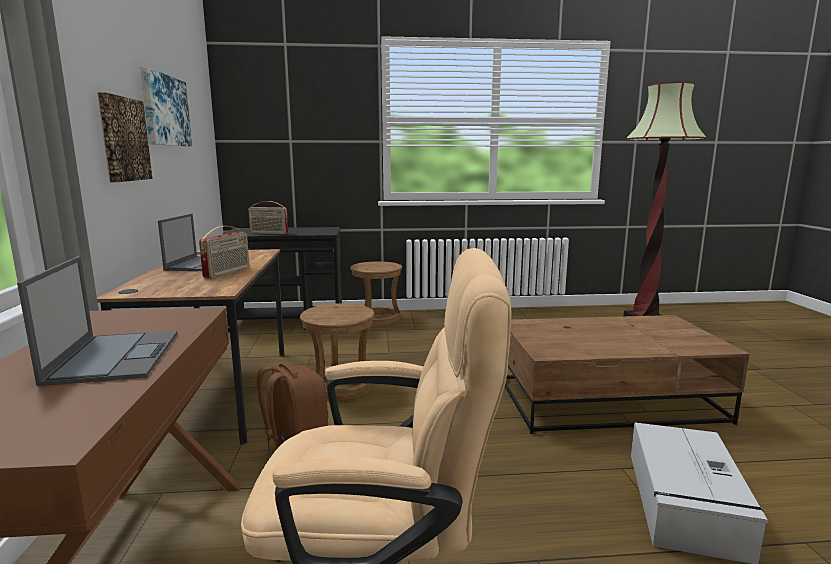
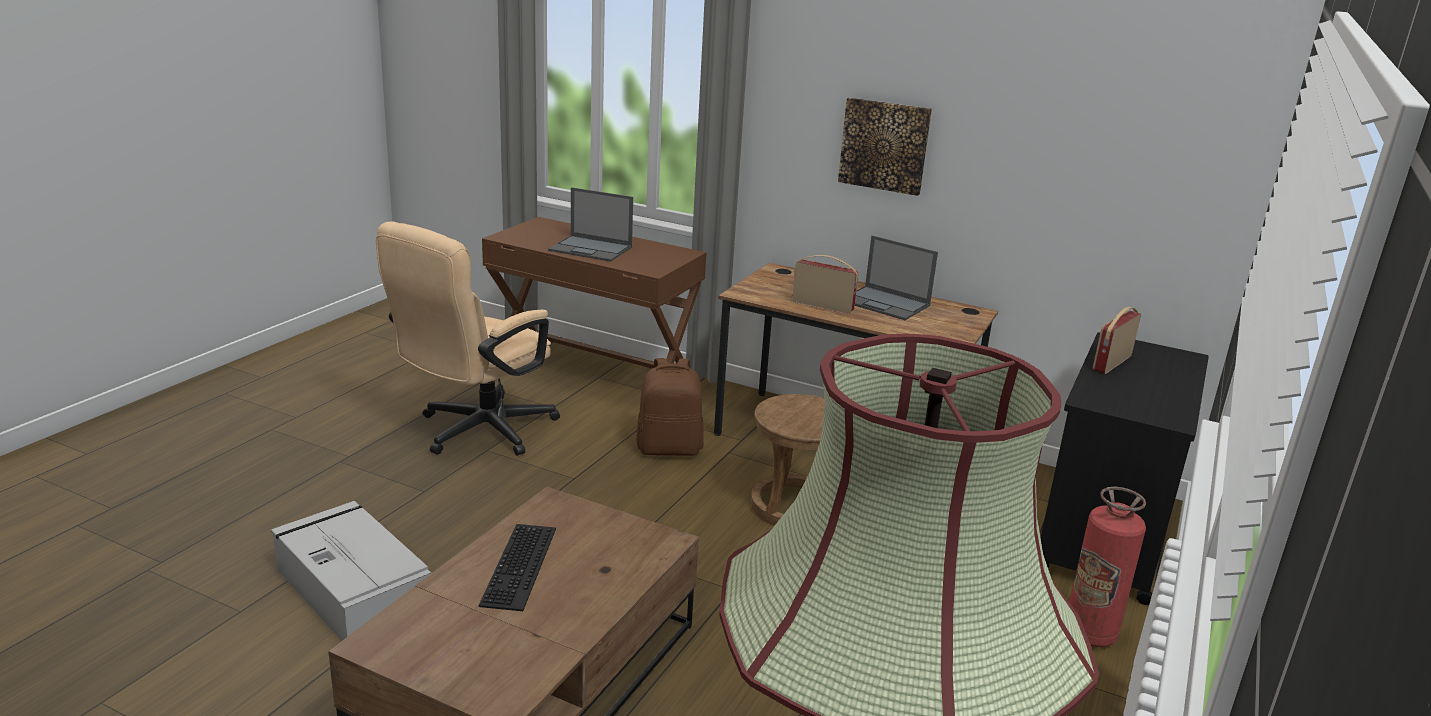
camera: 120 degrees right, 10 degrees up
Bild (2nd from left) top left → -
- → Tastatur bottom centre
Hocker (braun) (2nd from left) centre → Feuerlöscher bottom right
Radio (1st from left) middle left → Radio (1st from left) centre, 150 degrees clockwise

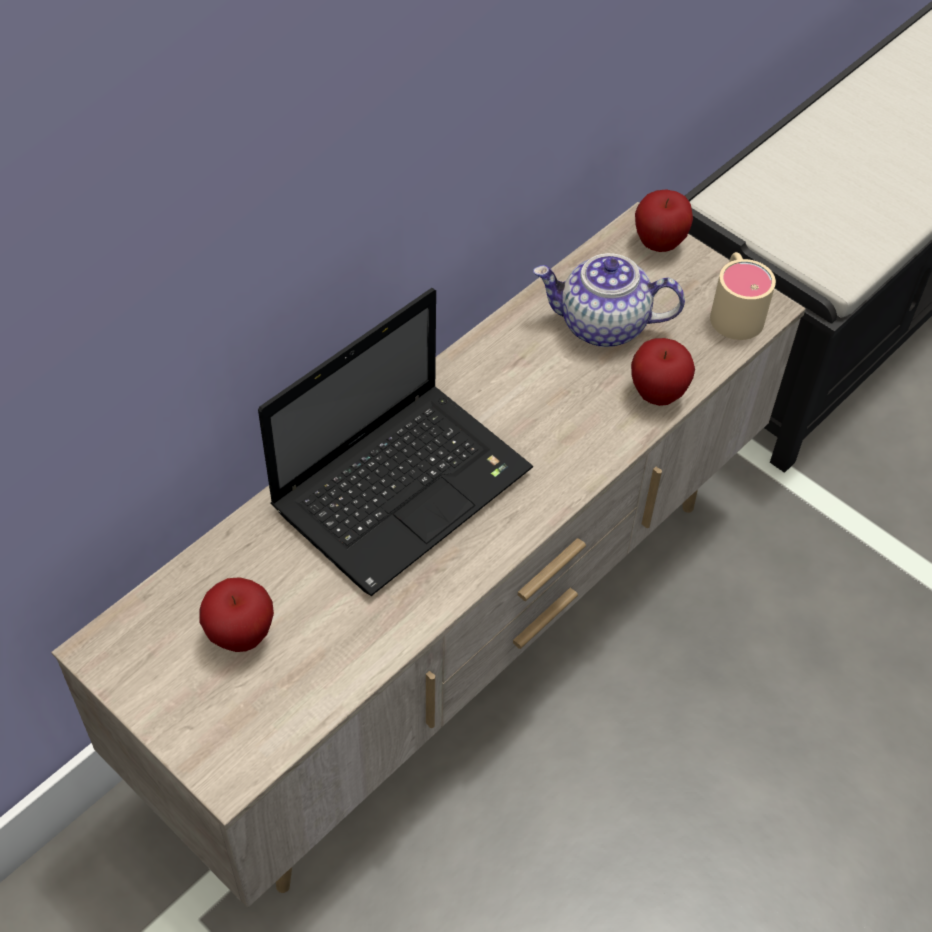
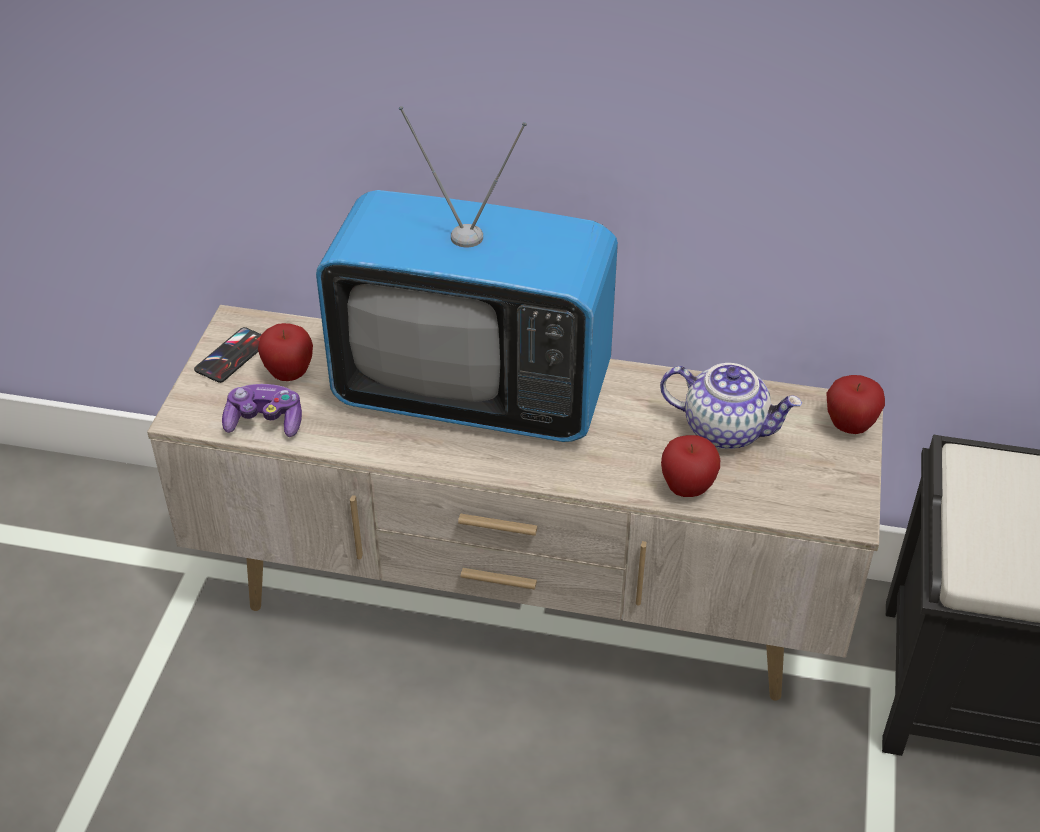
camera: 60 degrees right, 10 degrees down
Henkelbecher (beige) top right → -
- → Handy middle left
- → Gamepad middle left
Laptop centre → Fernseher top centre
Teekanne top centre → Teekanne middle right, 135 degrees clockwise

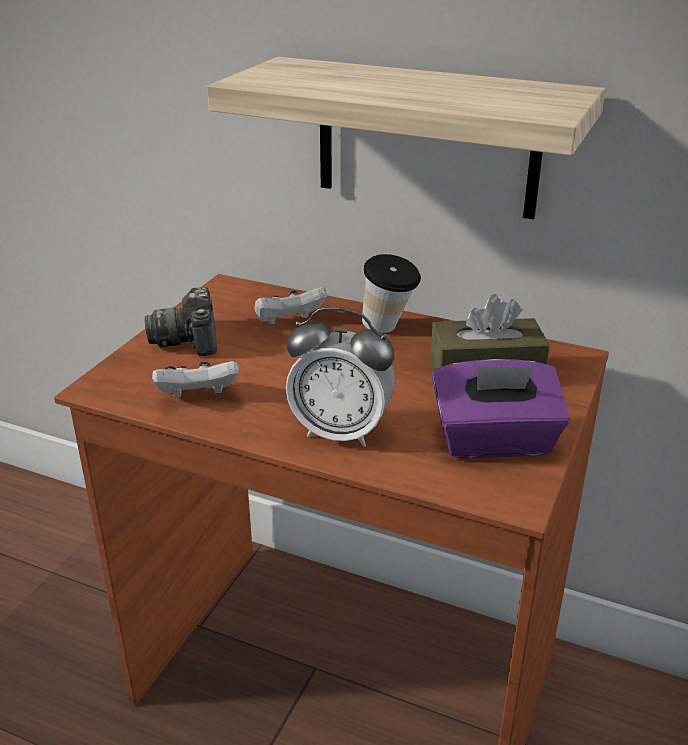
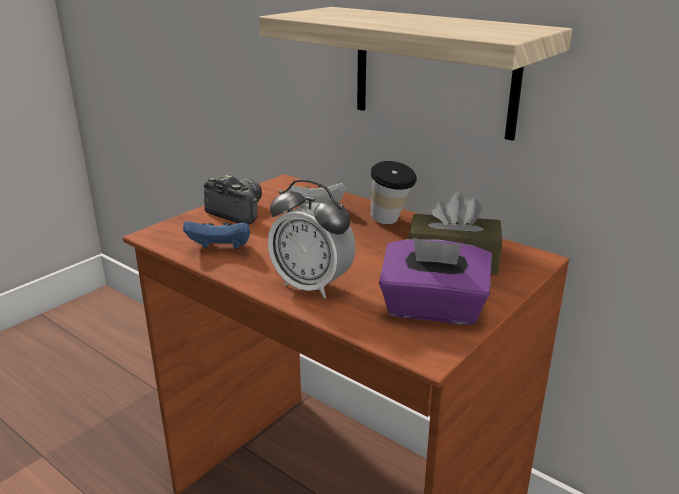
camera: 15 degrees right, 5 degrees down
Gamepad (weiß) (1st from left) middle left → Gamepad (blau) middle left
Kamera middle left → Kamera centre, 120 degrees clockwise

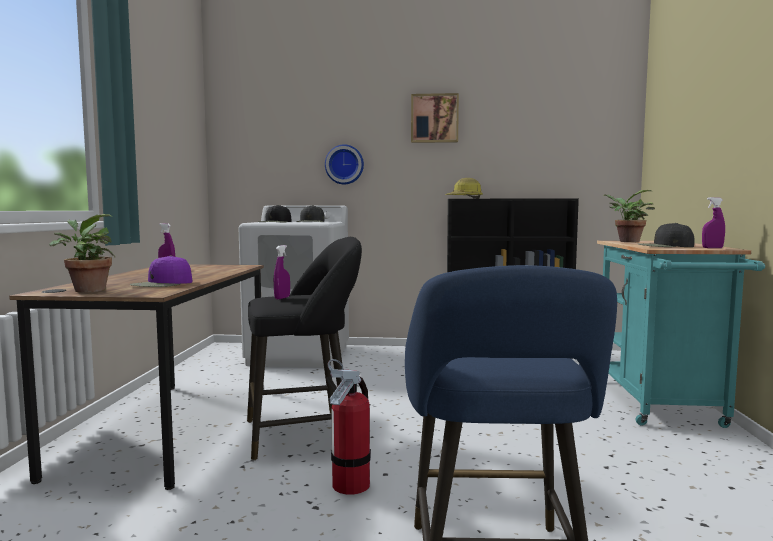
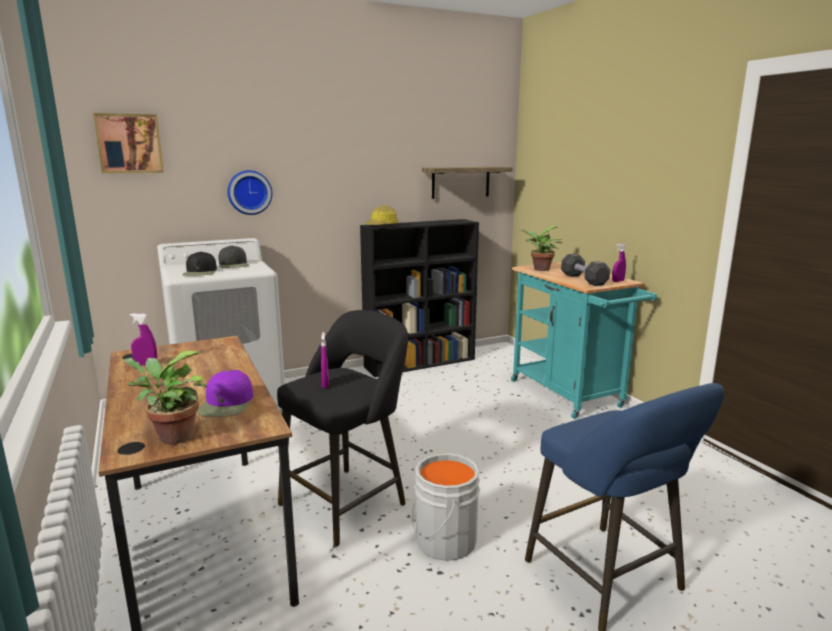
camera: 30 degrees left, 10 degrees up
- → Wandregal top centre
Bild top centre → Bild top left, move
Feuerlöscher bottom centre → Eimer (grau) bottom centre
Kappe (schwarz) (3rd from left) middle right → Hantel (schwarz) middle right

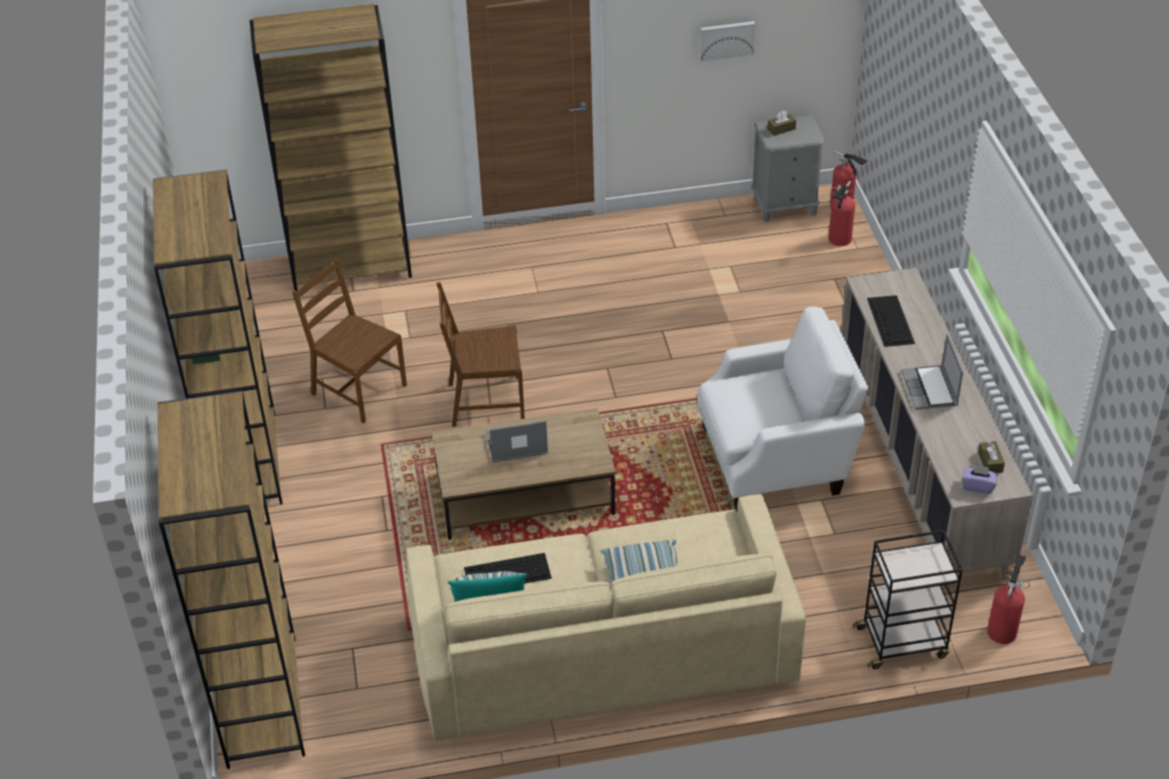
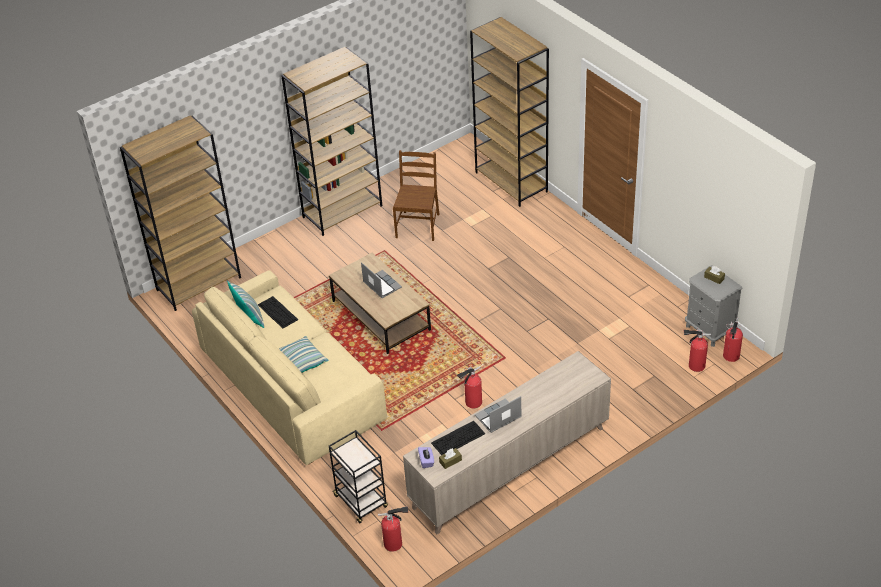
camera: 65 degrees right, 0 degrees up
Stuhl (braun) (2nd from left) centre → -
Bild top centre → -
Tastatur (2nd from left) middle right → Tastatur (2nd from left) bottom centre, move
Sessel (weiß) middle right → Feuerlöscher (2nd from left) centre

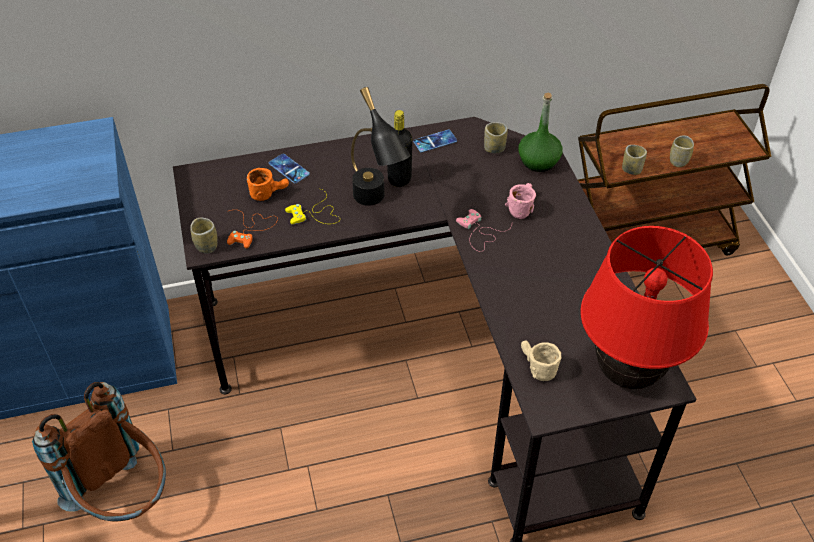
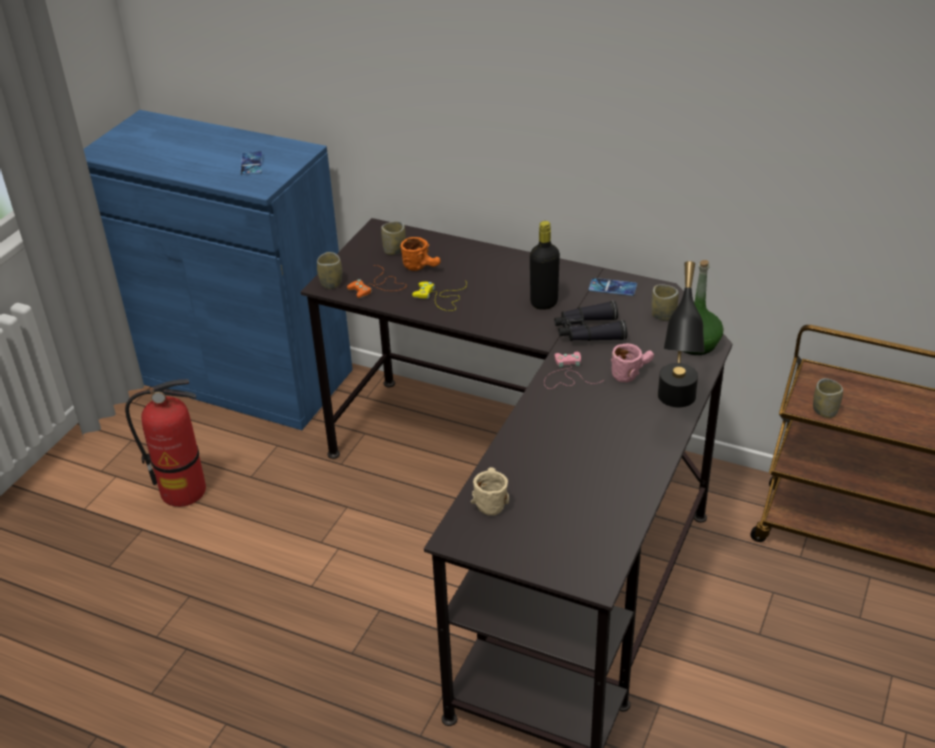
camera: 40 degrees right, 10 degrees down
Tischlampe (rot) middle right → -
- → Fernglas (schwarz) centre
Handy (1st from left) top centre → Handy (1st from left) top left, move
Tischlampe (schwarz) top centre → Tischlampe (schwarz) middle right, move
Tasse (4th from left in the first image) top right → Tasse (2nd from left) top centre, move
Rucksack (braun) bottom left → Feuerlöscher middle left

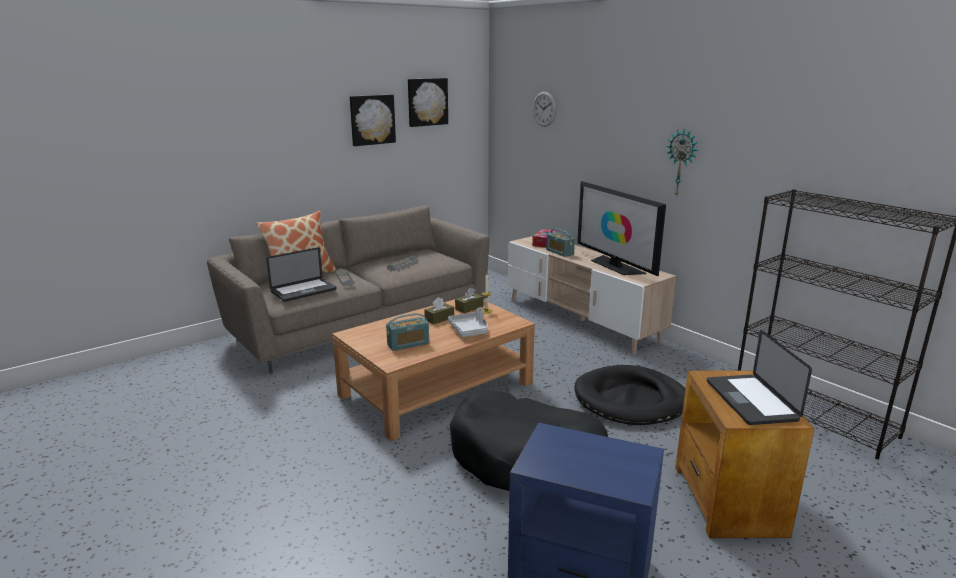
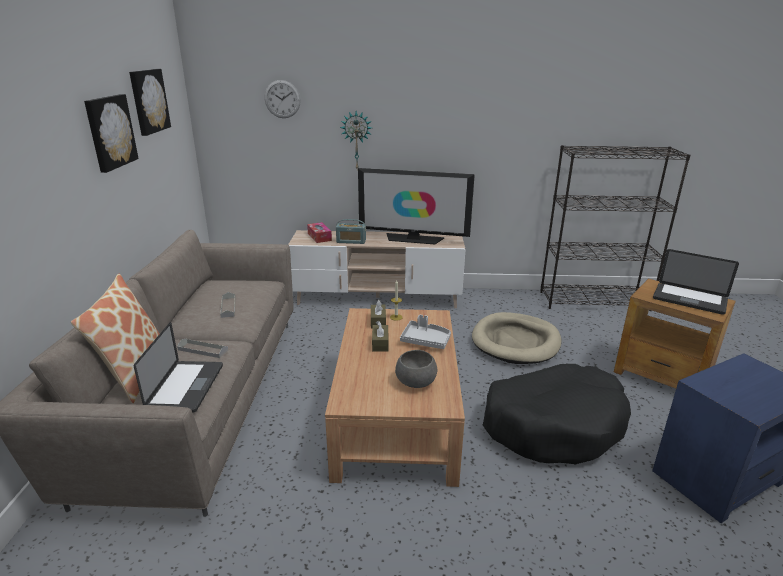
camera: 50 degrees left, 5 degrees up
Wanduhr (2nd from left) top right → Wanduhr (2nd from left) top centre, move
Radio (1st from left) centre → Schüssel (grau) centre
Hundebett (schwarz) (2nd from left) bottom centre → Hundebett (beige) centre

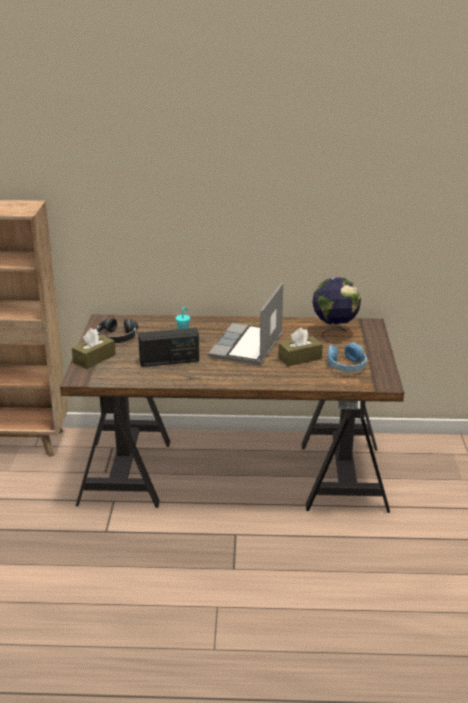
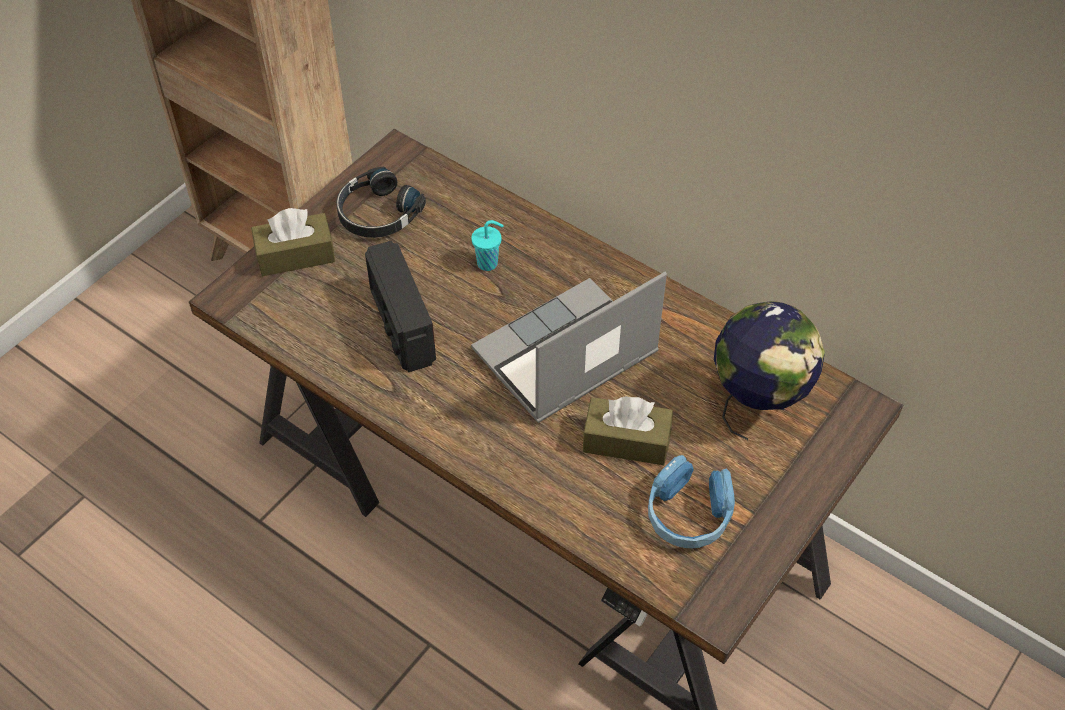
camera: 35 degrees right, 25 degrees up
Radio centre, 45 degrees clockwise

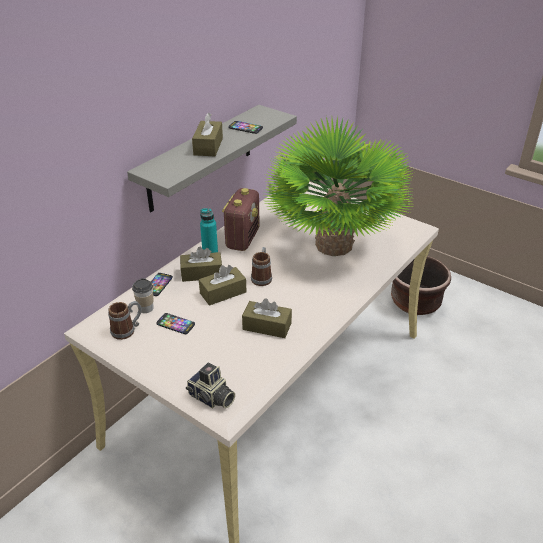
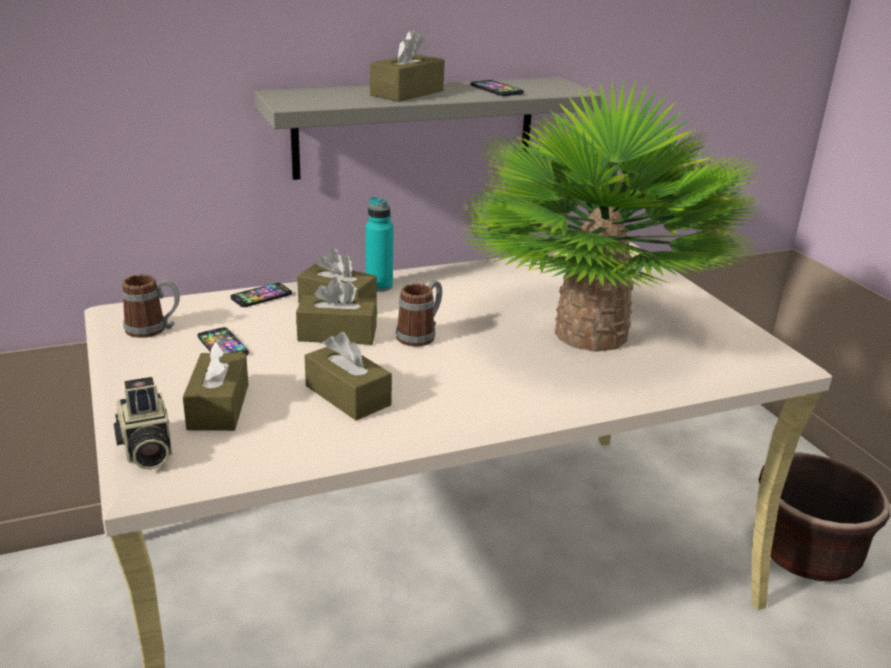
camera: 30 degrees right, 10 degrees down
Tasse middle left → -
Radio centre → -
- → Taschentuchbox (braun) (1st from left) middle left

